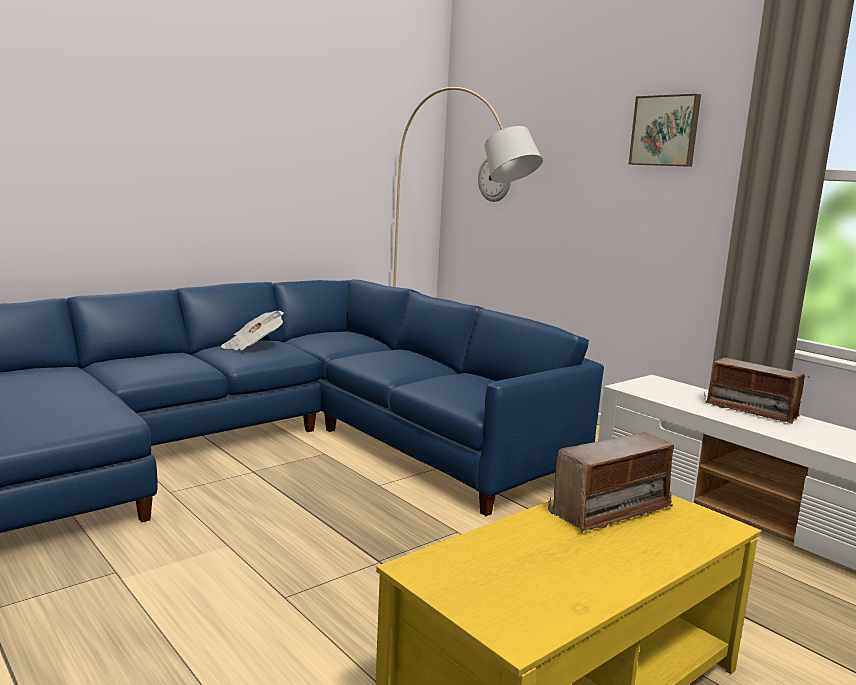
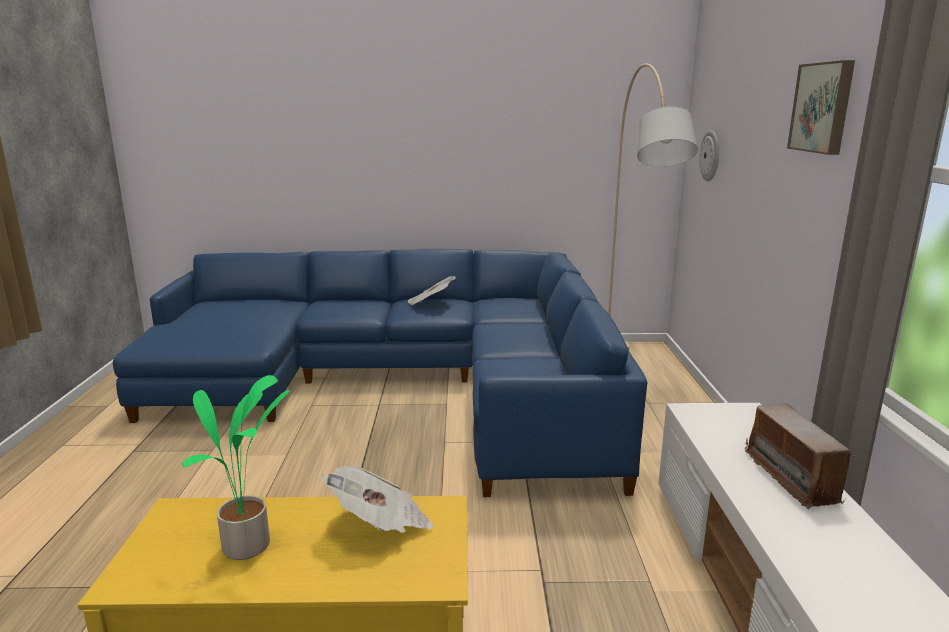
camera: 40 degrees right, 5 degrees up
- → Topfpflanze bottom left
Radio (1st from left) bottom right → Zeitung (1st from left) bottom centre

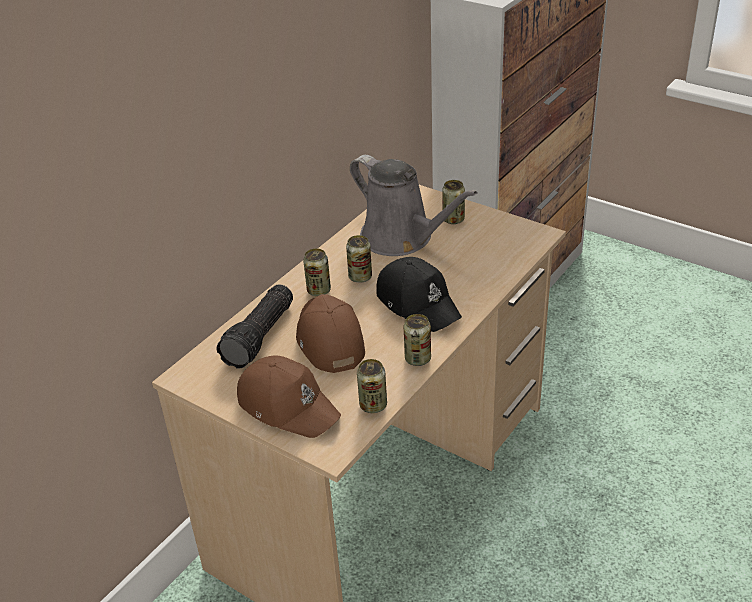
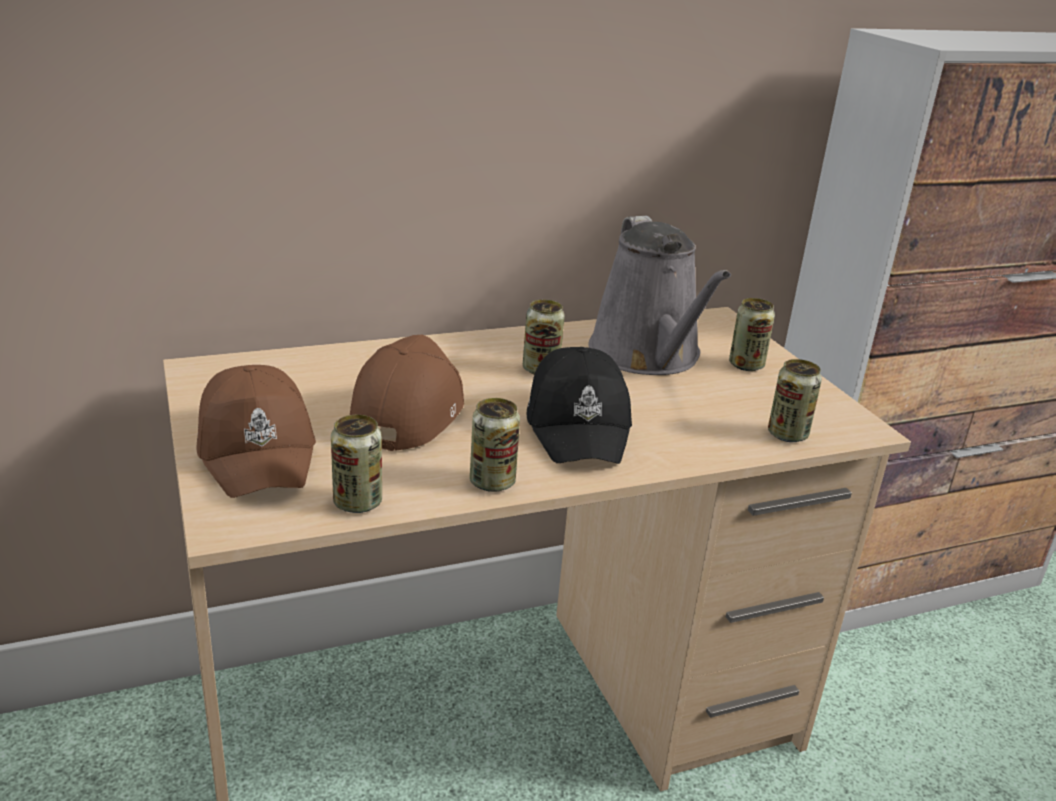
camera: 30 degrees right, 10 degrees down
Taschenlampe centre → -
Dose (1st from left in the first image) centre → Dose (5th from left) middle right, move

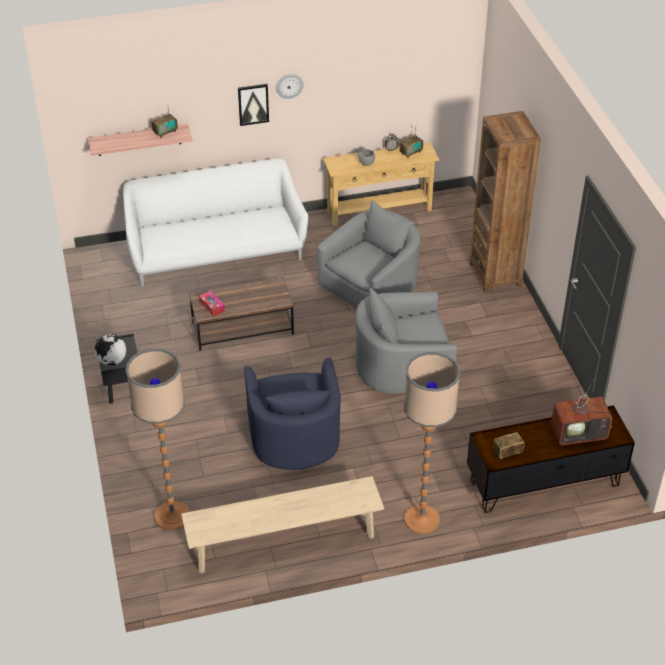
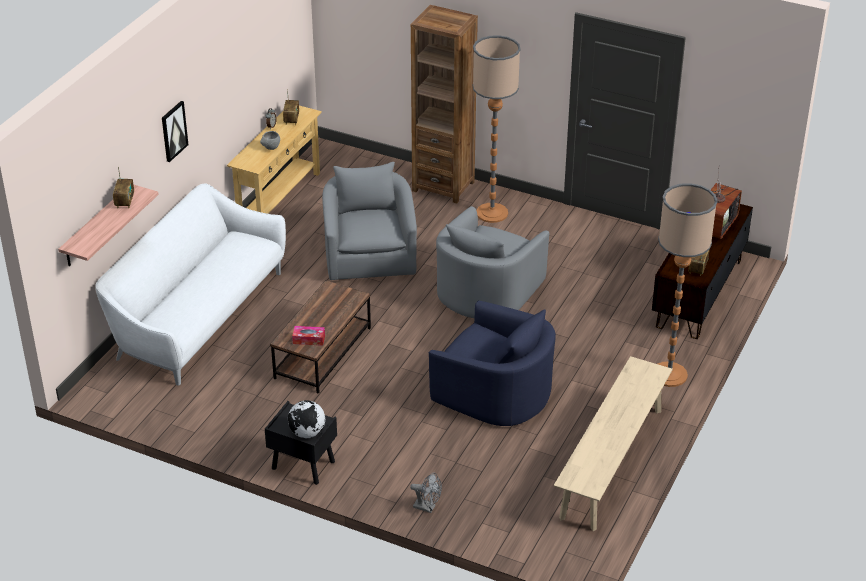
camera: 50 degrees left, 5 degrees down
Wanduhr top centre → -
- → Ventilator (grau) bottom centre
Stehlampe (1st from left) middle left → Stehlampe (1st from left) top centre, move

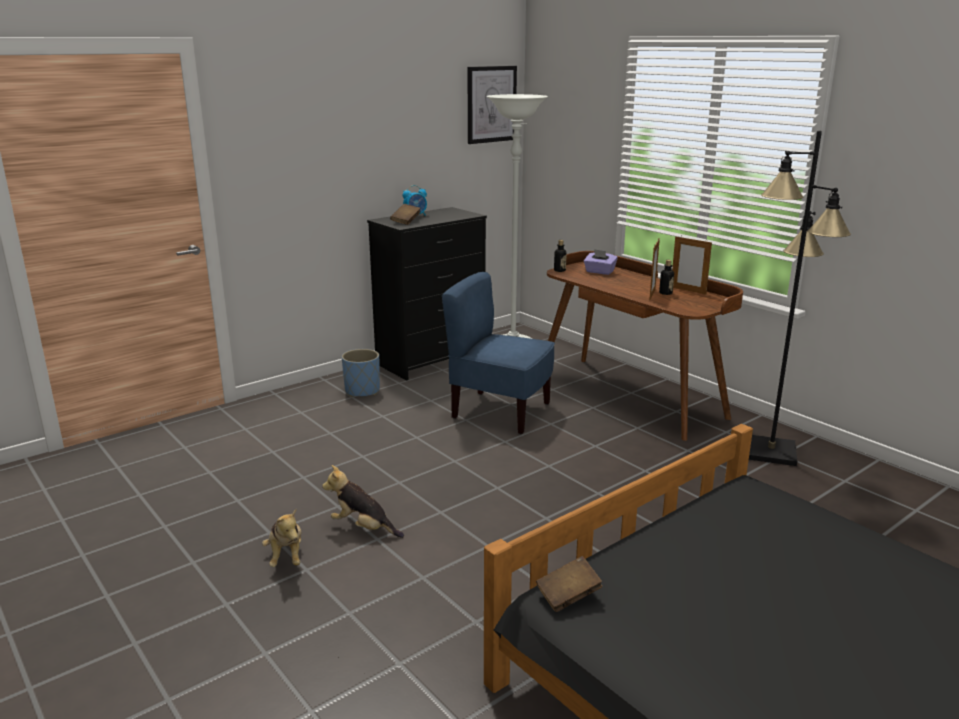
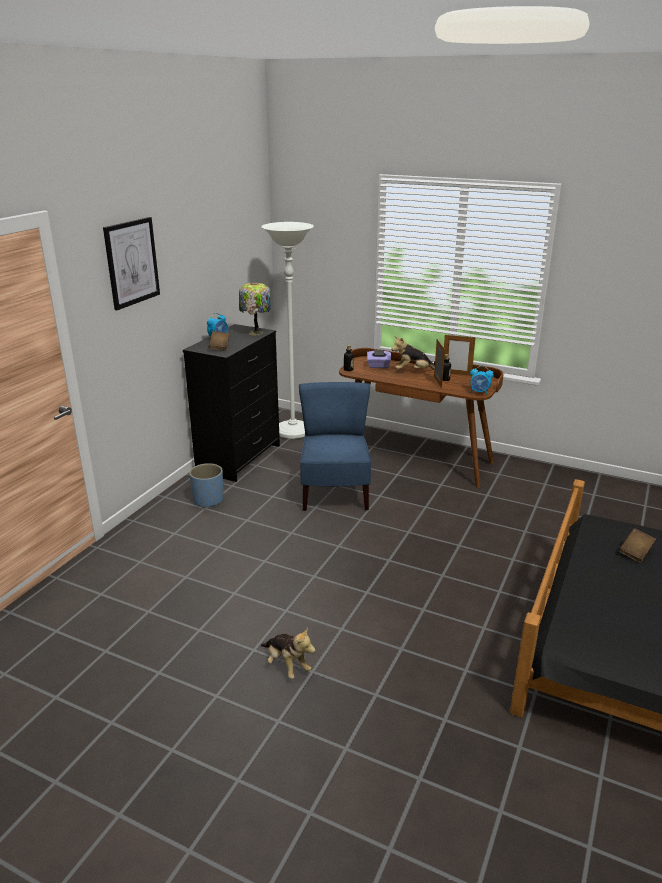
camera: 25 degrees left, 5 degrees up
Stehlampe (schwarz) middle right → -
- → Tischlampe centre
- → Wecker (2nd from left) middle right
Plüschtier (2nd from left) bottom centre → Plüschtier (2nd from left) centre, move
Bild top centre → Bild top left, move
Buch (braun) (2nd from left) bottom centre → Buch (braun) (2nd from left) middle right, move
Stuhl (blau) centre, 90 degrees clockwise

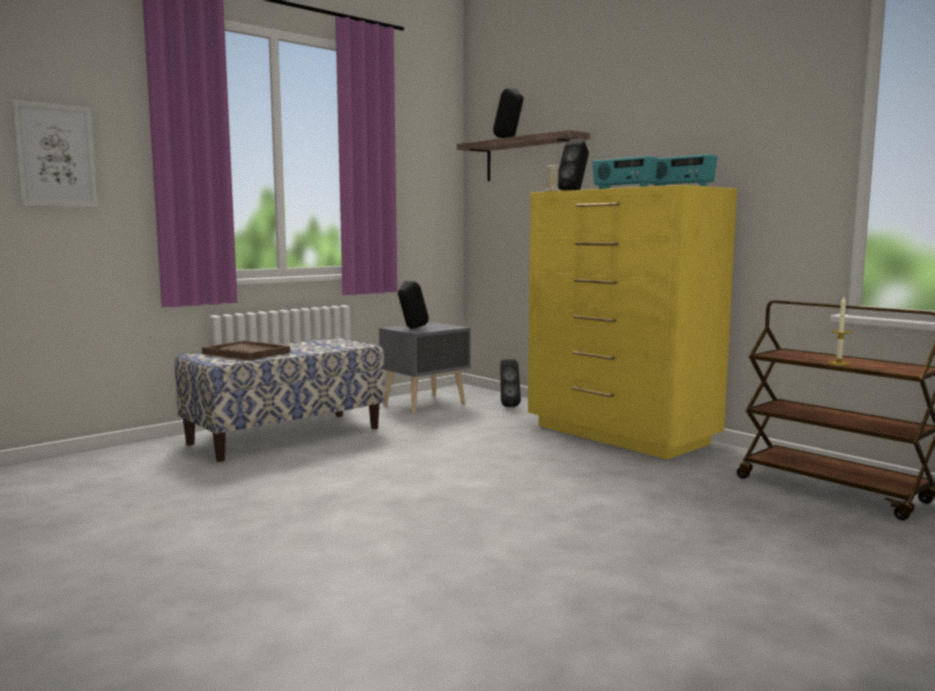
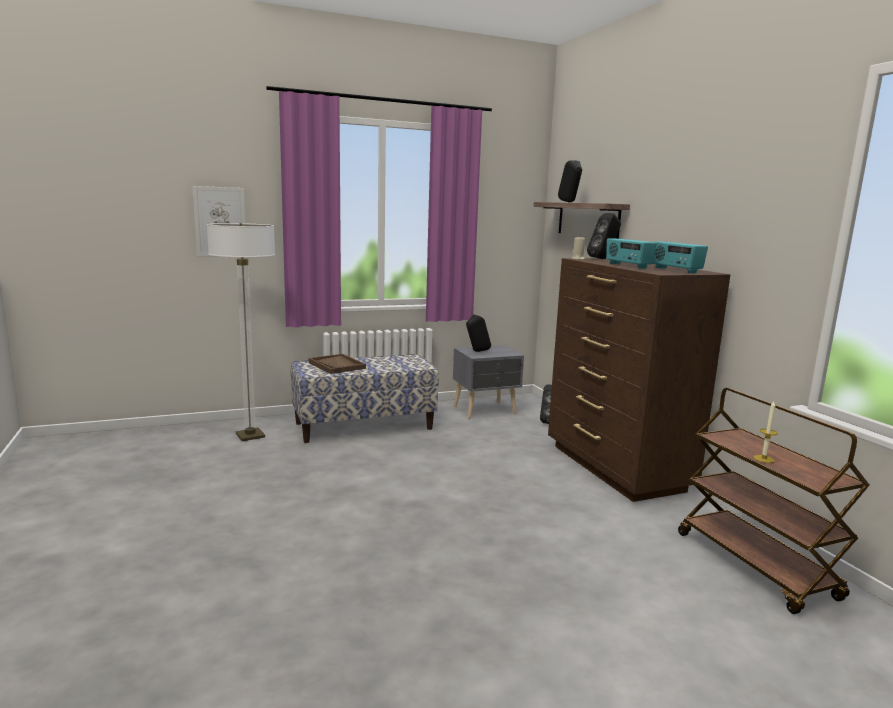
camera: 20 degrees right, 5 degrees up
- → Stehlampe middle left
Kommode (gelb) middle right → Kommode (braun) middle right

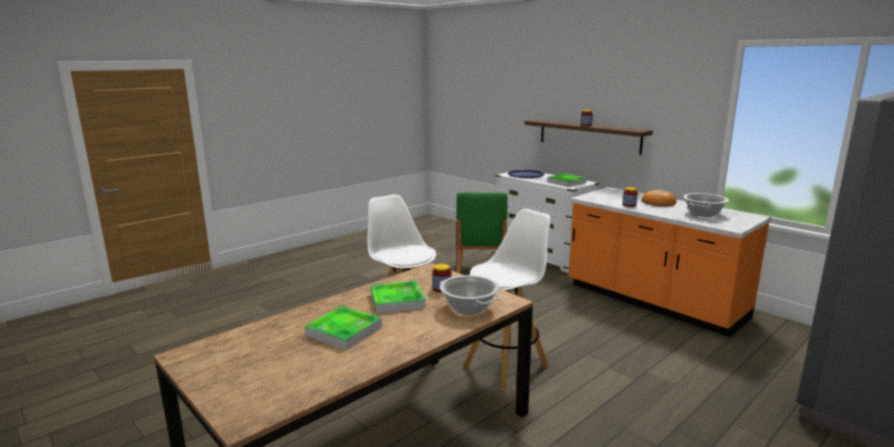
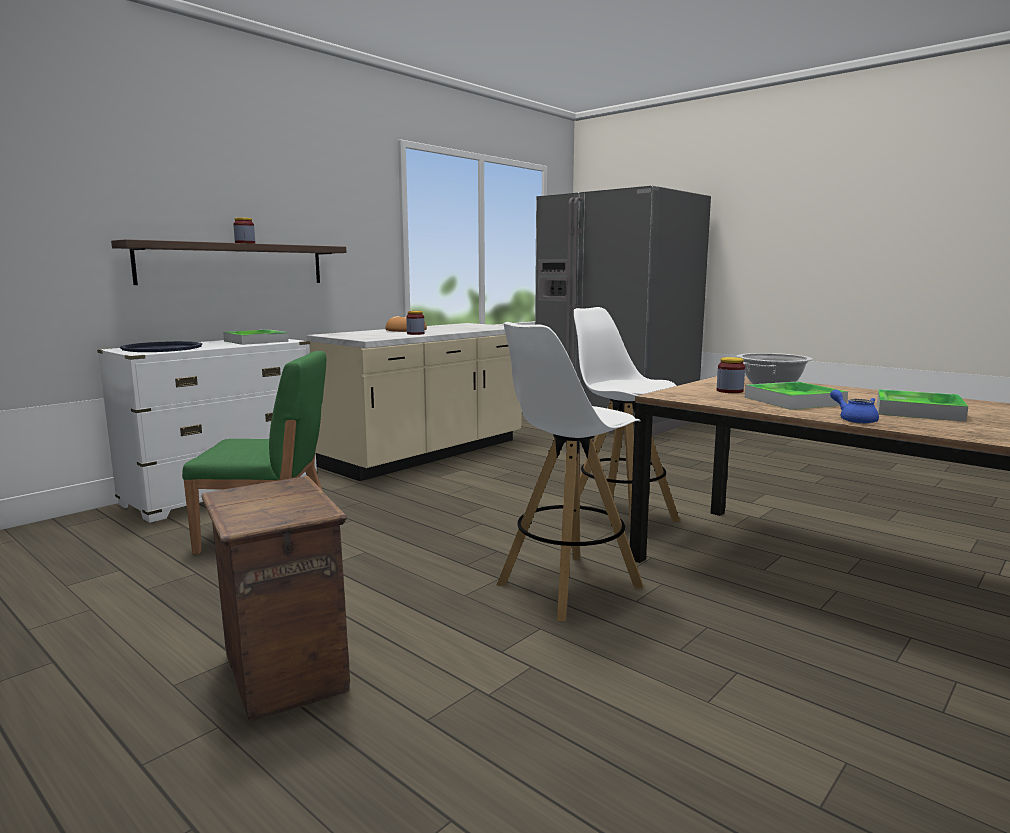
camera: 95 degrees left, 5 degrees down
Kochtopf (2nd from left) middle right → -
- → Kiste bottom left
- → Teekanne (blau) middle right
Küchenzeile (orange) middle right → Küchenzeile (beige) centre

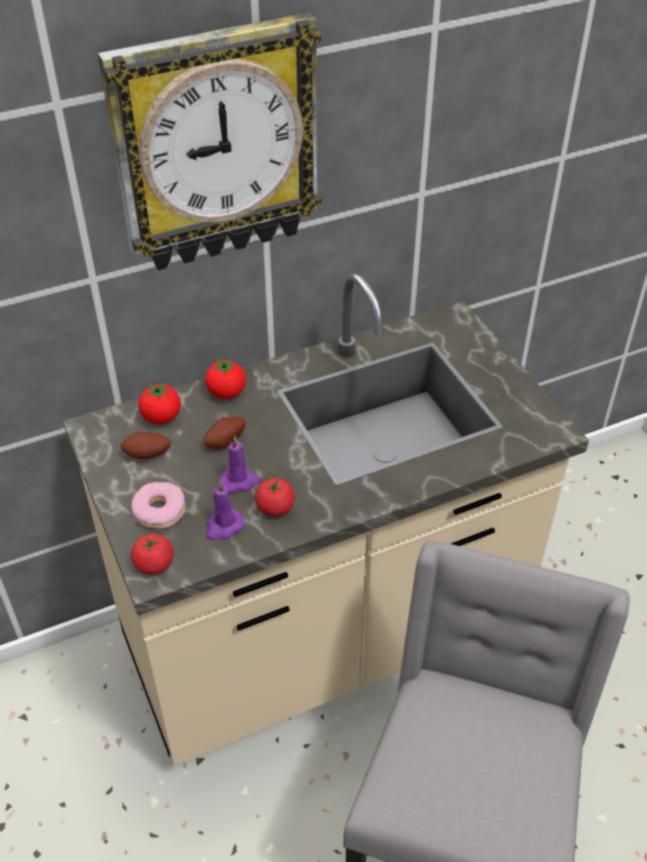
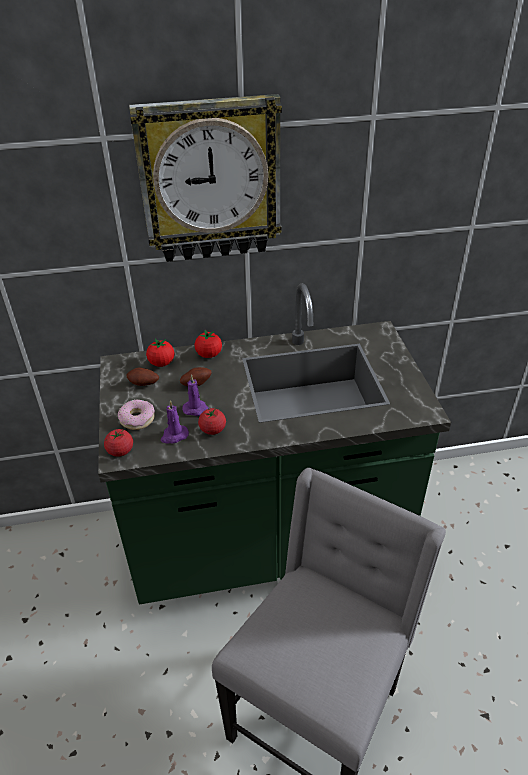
camera: 15 degrees right, 5 degrees down
Küchenzeile (beige) centre → Küchenzeile (grün) centre

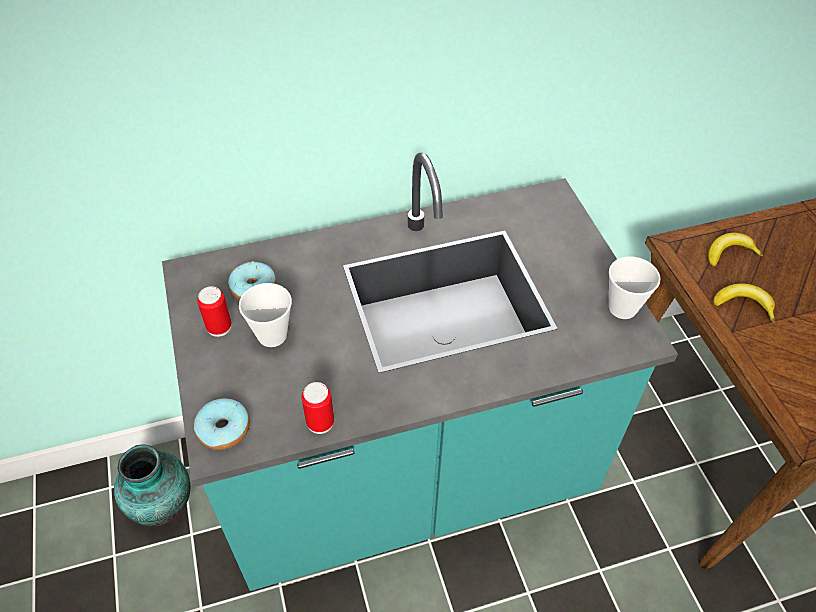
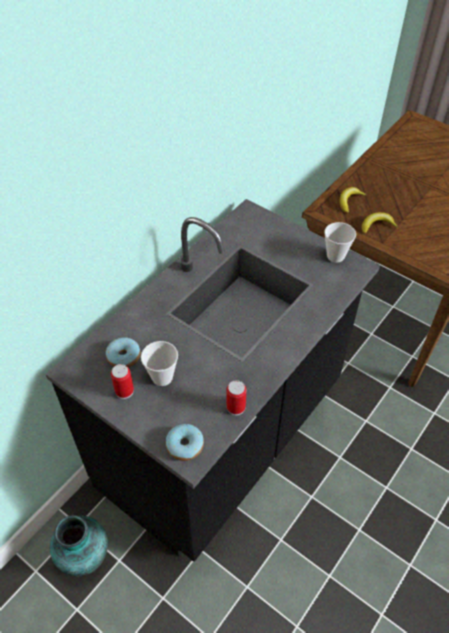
camera: 35 degrees left, 0 degrees up
Küchenzeile (türkis) centre → Küchenzeile (schwarz) centre

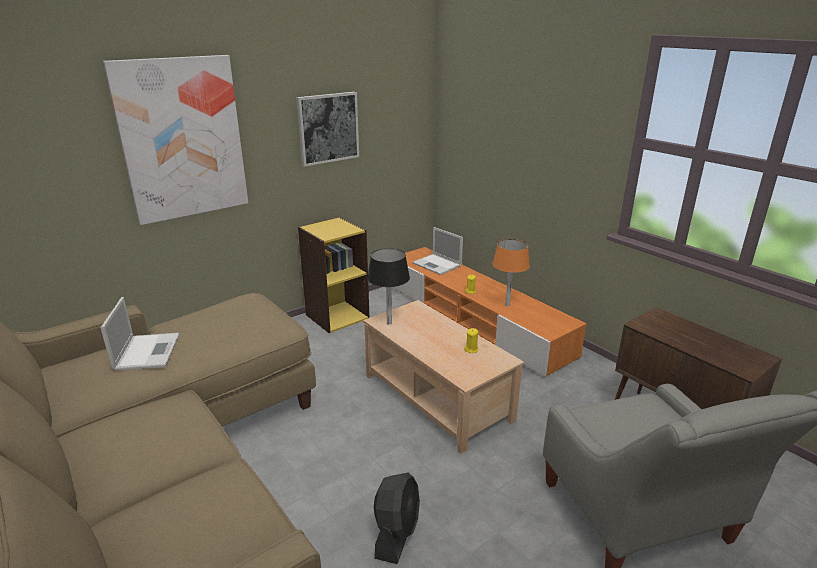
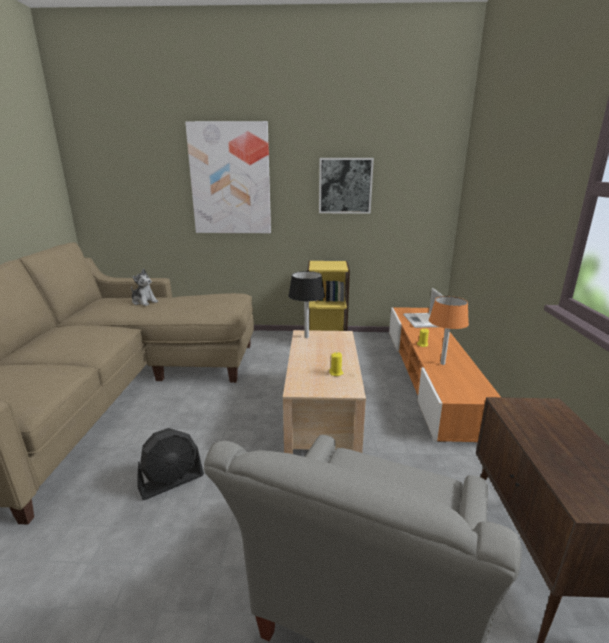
camera: 40 degrees right, 5 degrees down
Laptop (1st from left) middle left → Plüschtier middle left

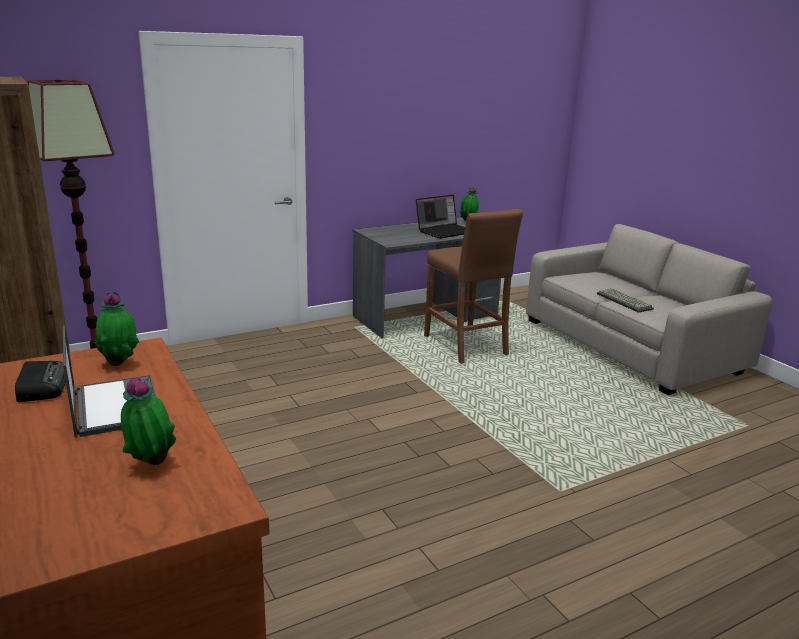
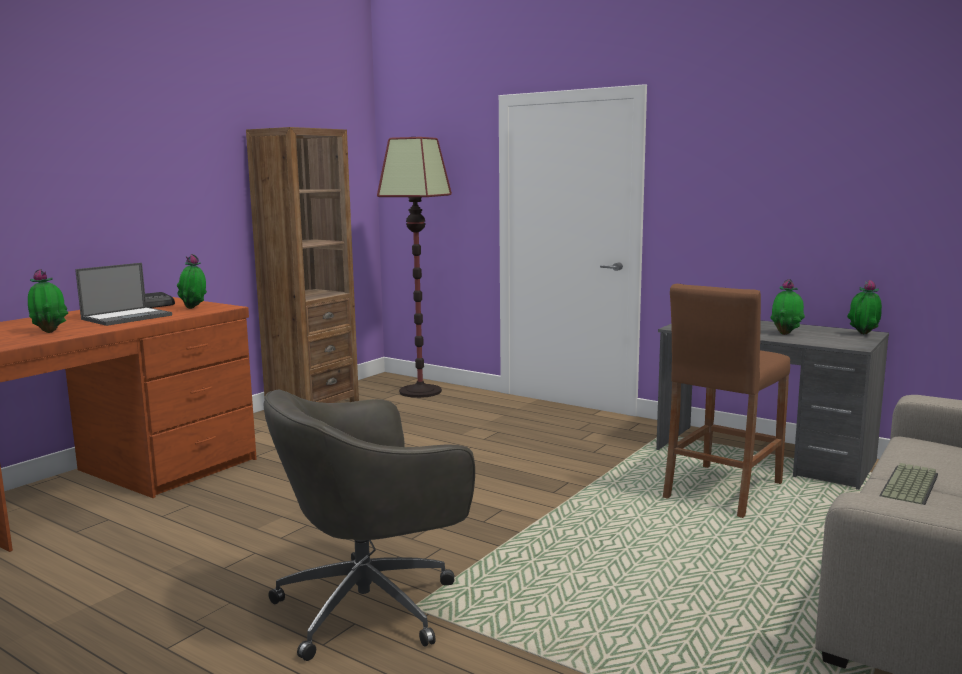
camera: 65 degrees right, 10 degrees down
- → Bürostuhl (grau) bottom centre
Laptop (2nd from left) centre → Topfpflanze (3rd from left) middle right

